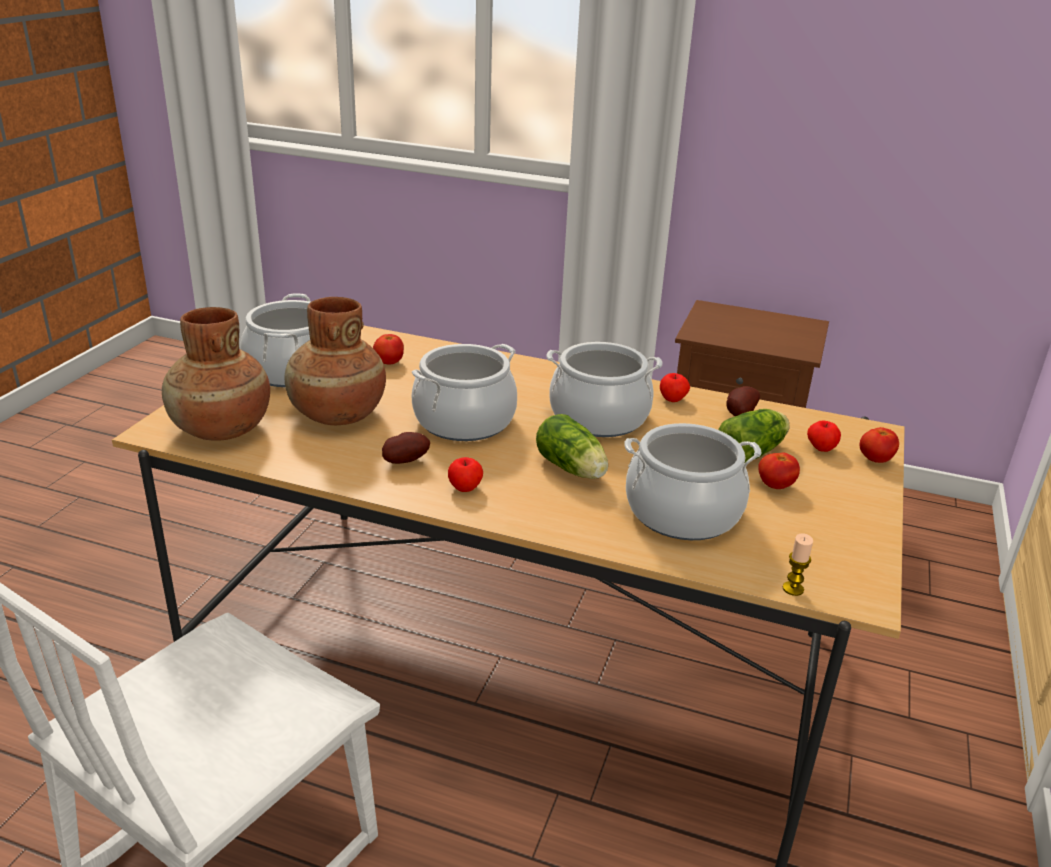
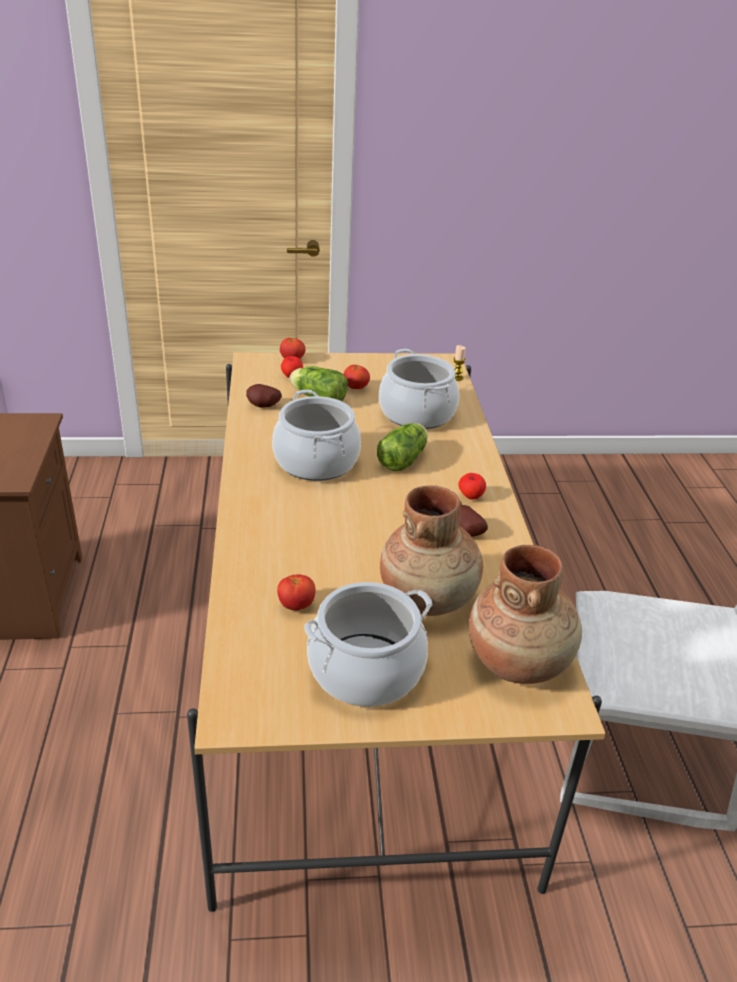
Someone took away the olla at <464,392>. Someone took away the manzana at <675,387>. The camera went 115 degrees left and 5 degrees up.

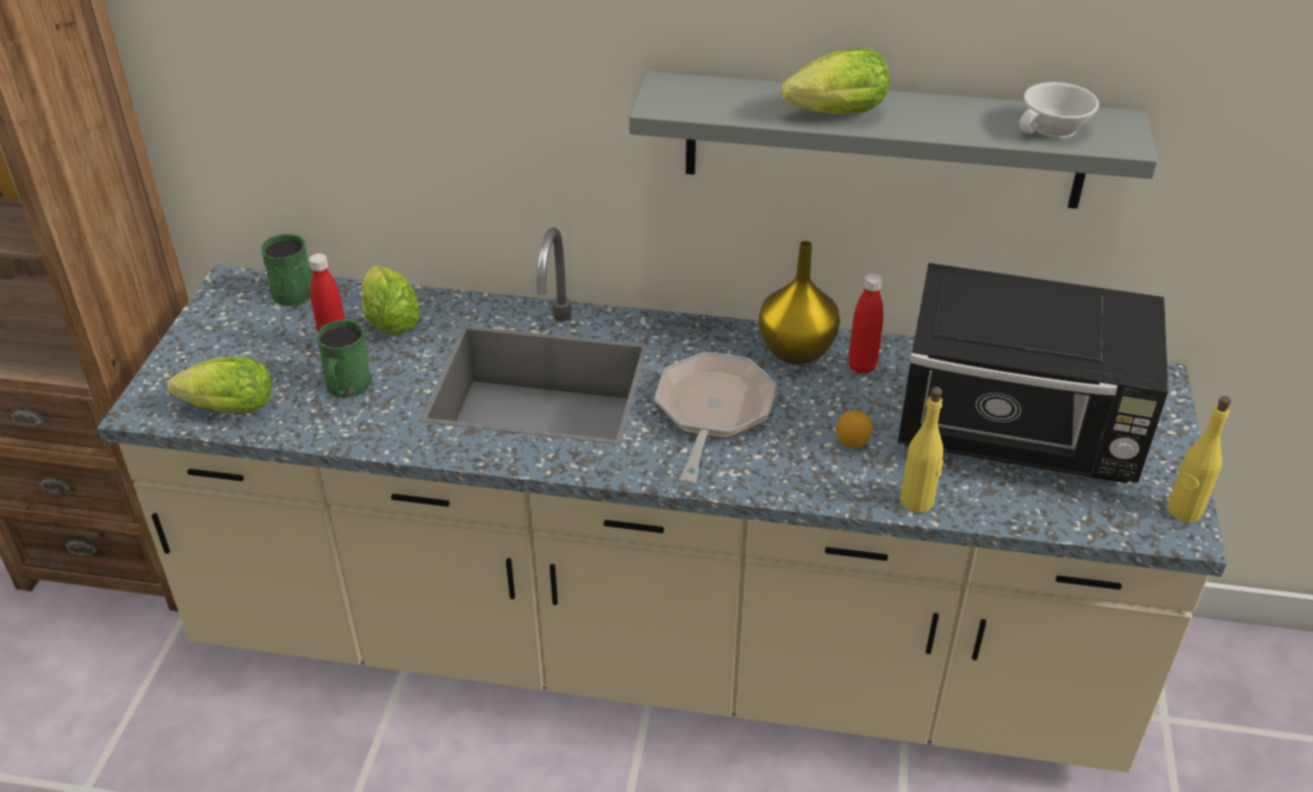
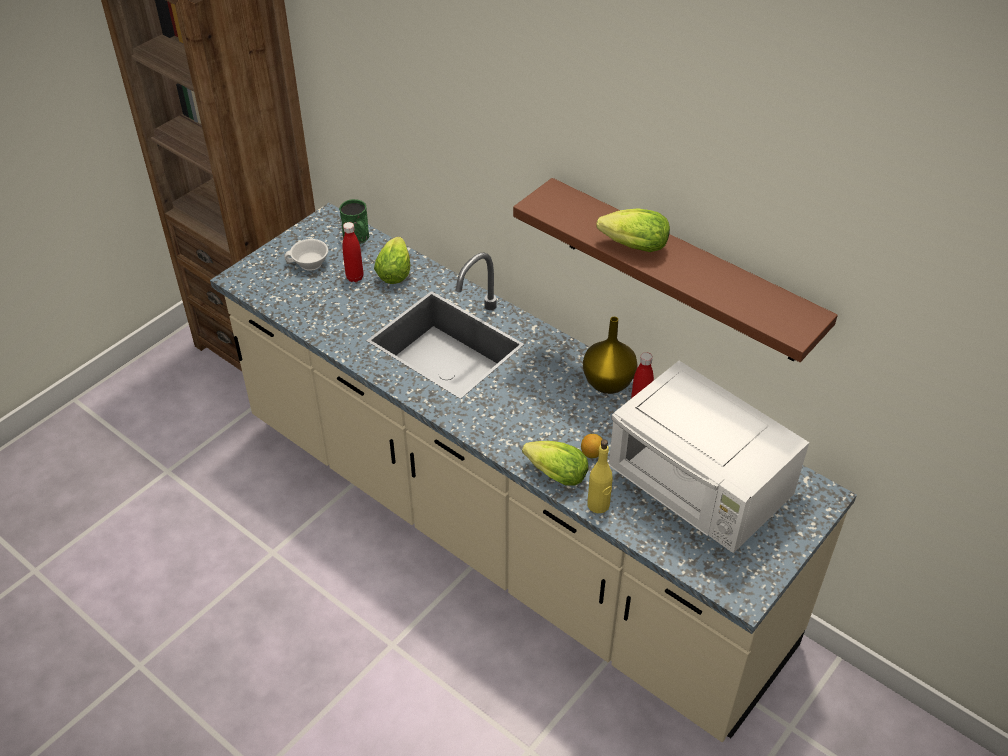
Someone carried the taza [blanco] from <1059,110> to <306,255>. Someone repainted the estante [gris] at <893,140>, which became the estante [marrón] at <675,270>. Someone carried the lechuga from <219,385> to <555,463>. Someone repainted the microondas [negro] at <1033,373>, which became the microondas [blanco] at <709,457>. Someone took away the taza grande [verde] at <344,359>. Someone took away the sartén at <715,418>. Someone took away the botella [amarillo] at <1199,459>. The camera went 30 degrees right and 5 degrees up.

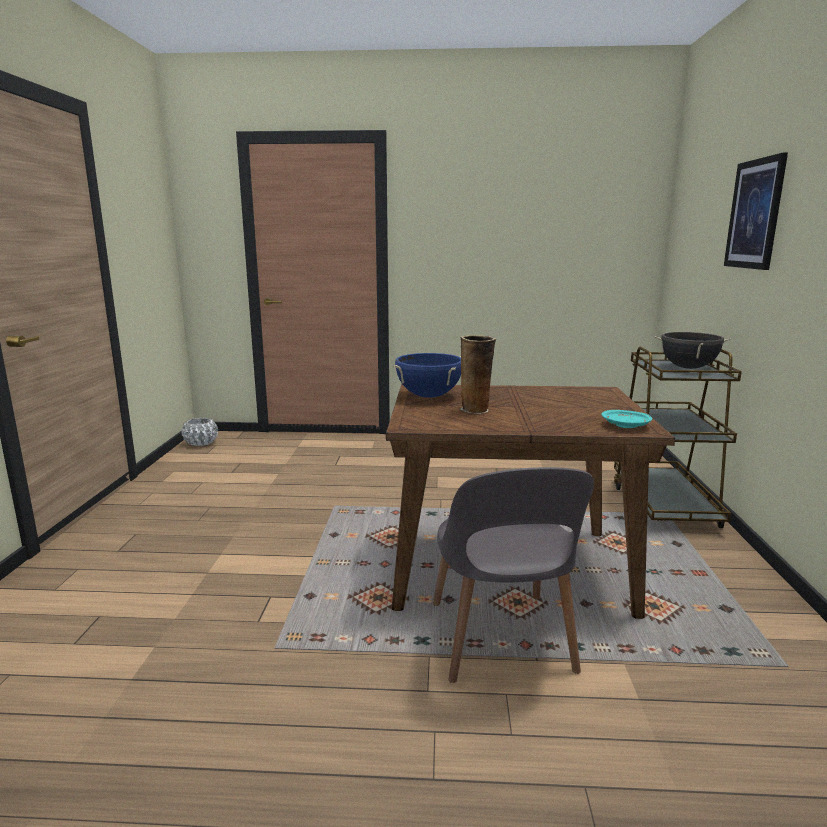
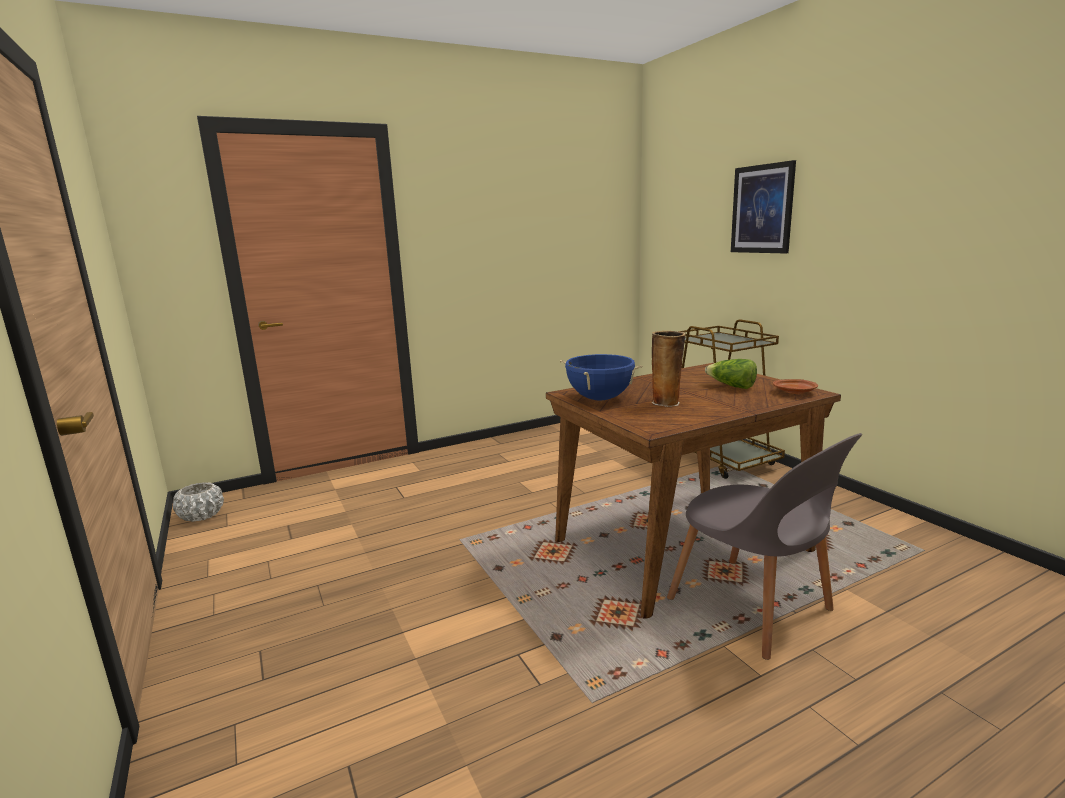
Someone put down the lechuga at <731,374>. Someone repainted the plato [turquesa] at <627,419>, which became the plato [marrón] at <795,386>. Someone took away the olla [negro] at <693,350>. The camera went 30 degrees left and 0 degrees up.

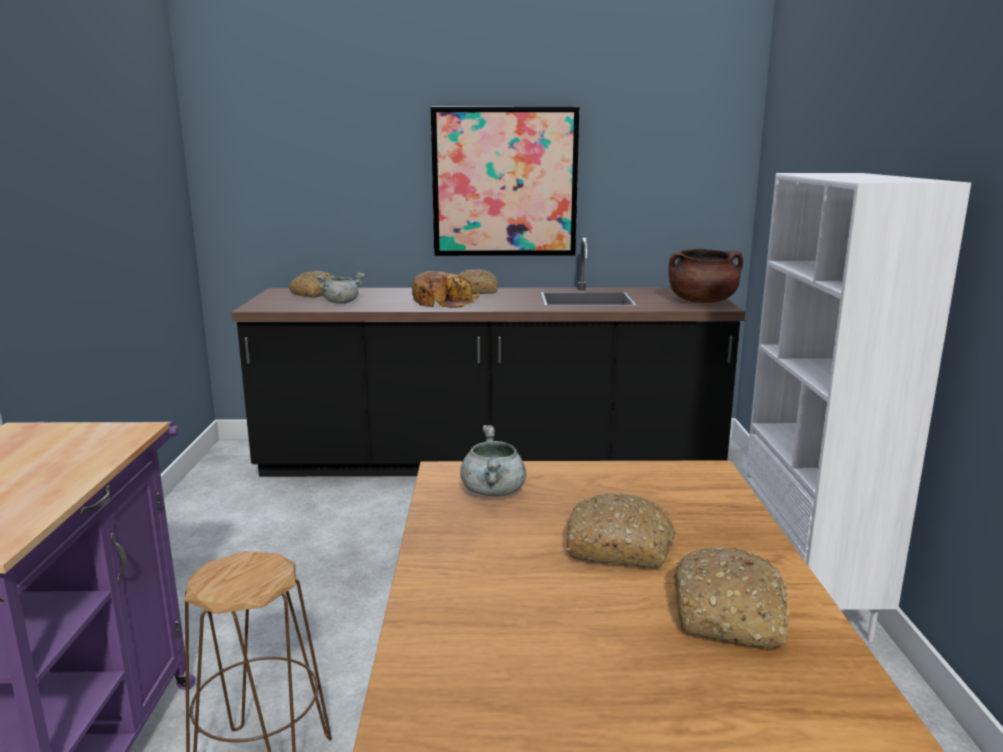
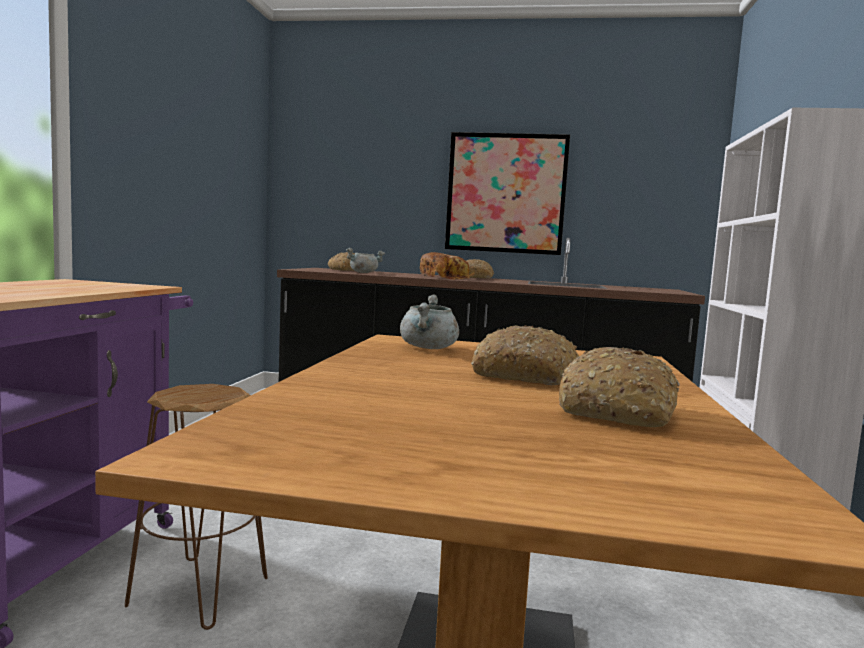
Someone took away the olla [marrón] at <706,276>. The camera went 10 degrees right and 10 degrees down.

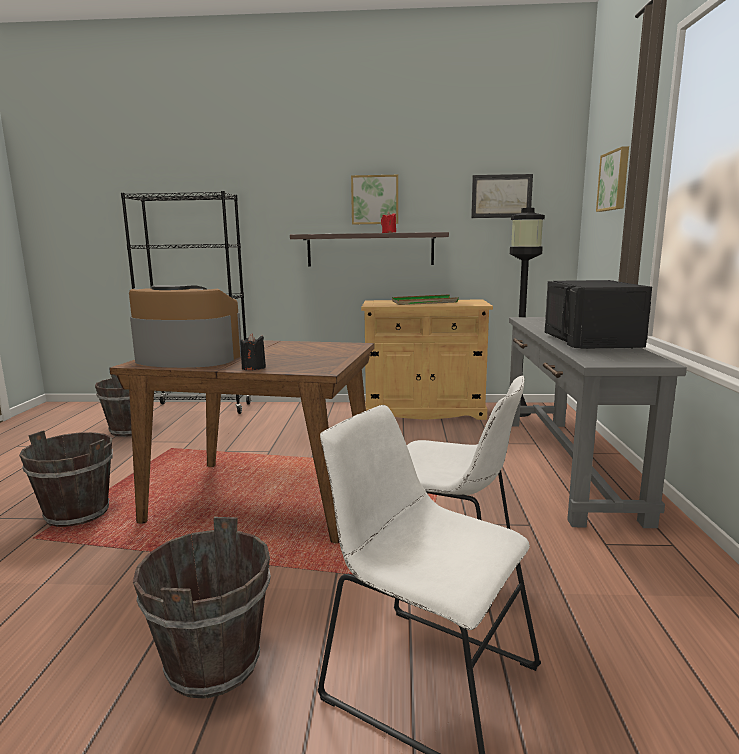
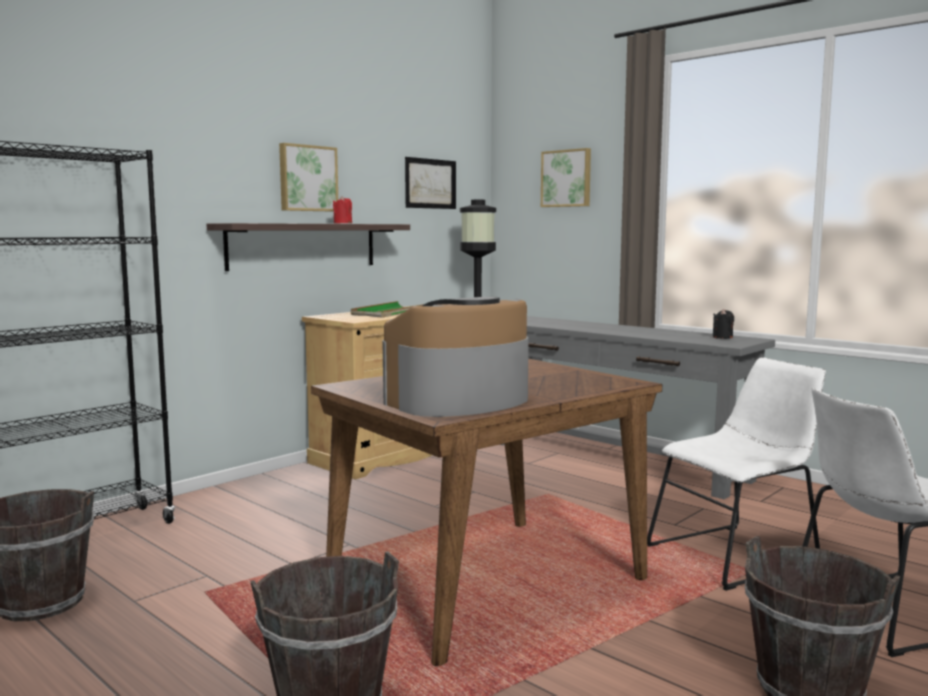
Someone carried the vela [negro] from <253,351> to <723,324>. Someone took away the microondas [negro] at <598,314>. The camera went 50 degrees left and 5 degrees down.

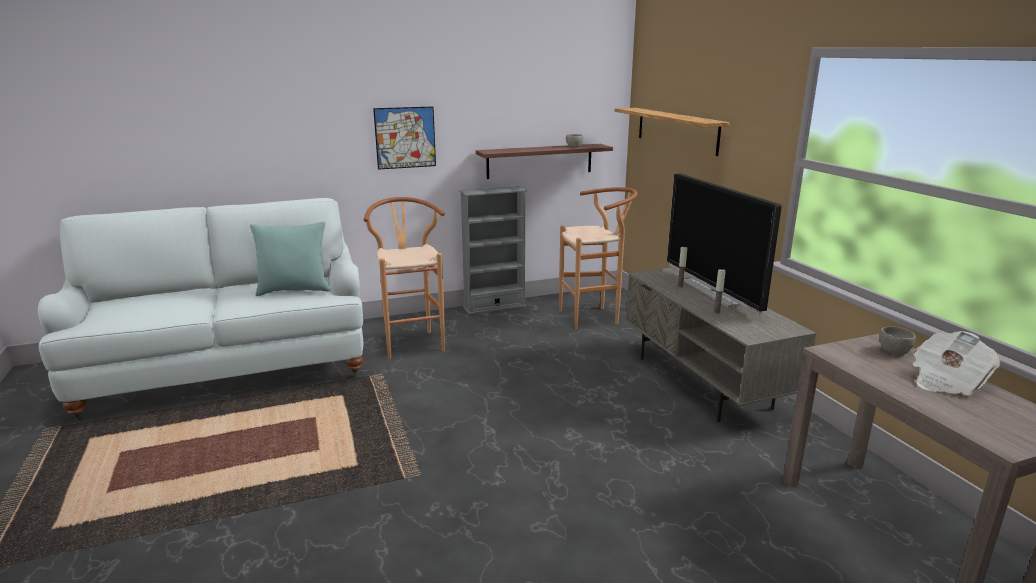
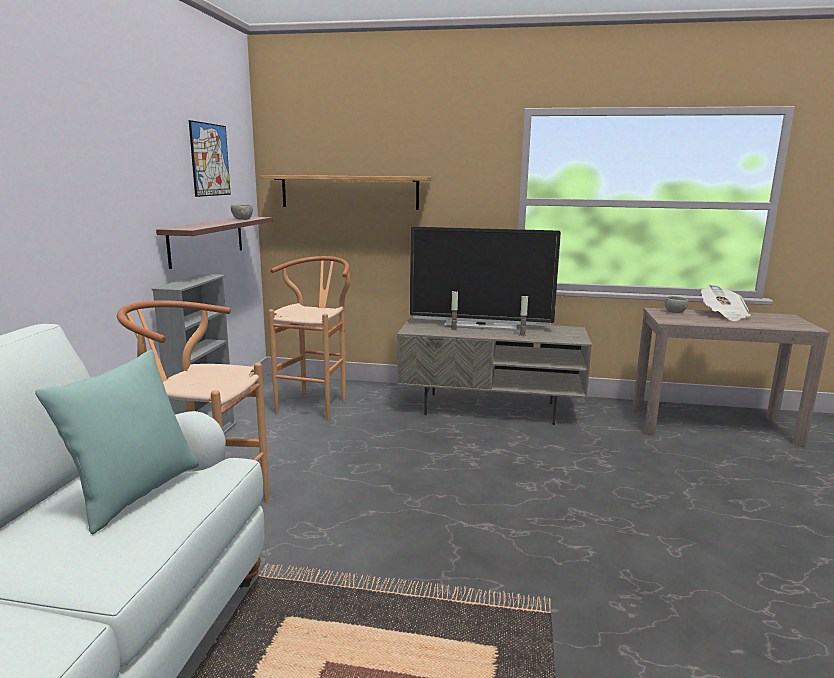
Someone carried the cuadro from <404,138> to <210,158>. The camera went 60 degrees left and 5 degrees down.

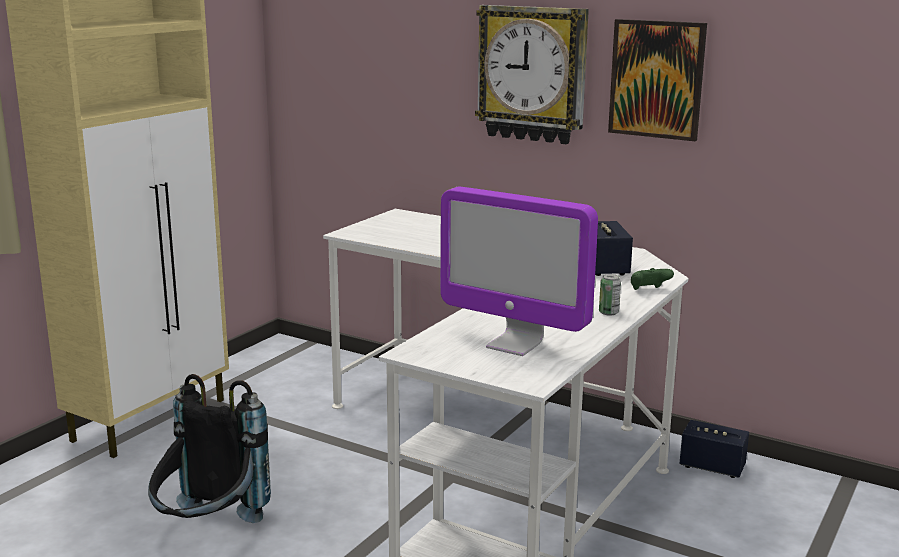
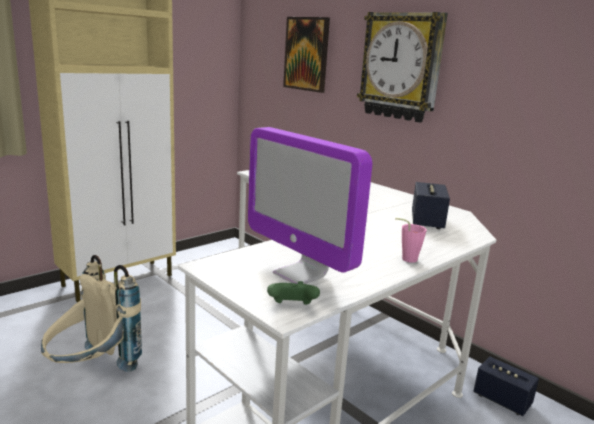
Someone repainted the mochila [negro] at <209,448>, which became the mochila [beis] at <91,313>. Someone carried the mando de consola [verde] from <652,279> to <293,293>. Someone carried the cuadro from <657,80> to <306,55>. Someone swapped the lata at <610,295> for the taza [rosa] at <411,240>. The camera went 15 degrees right and 0 degrees up.

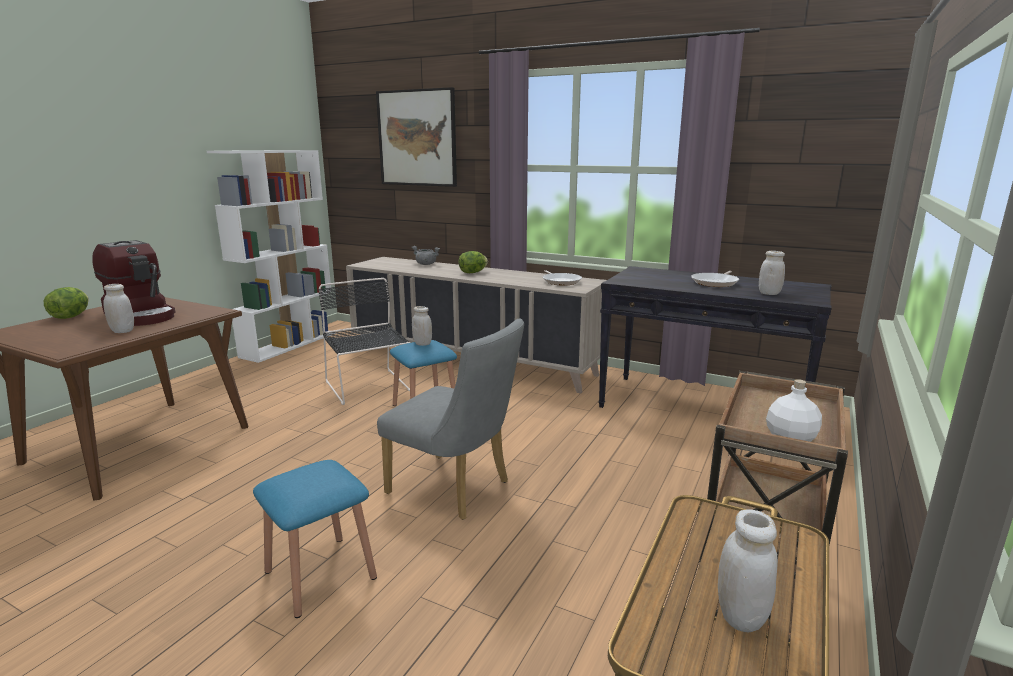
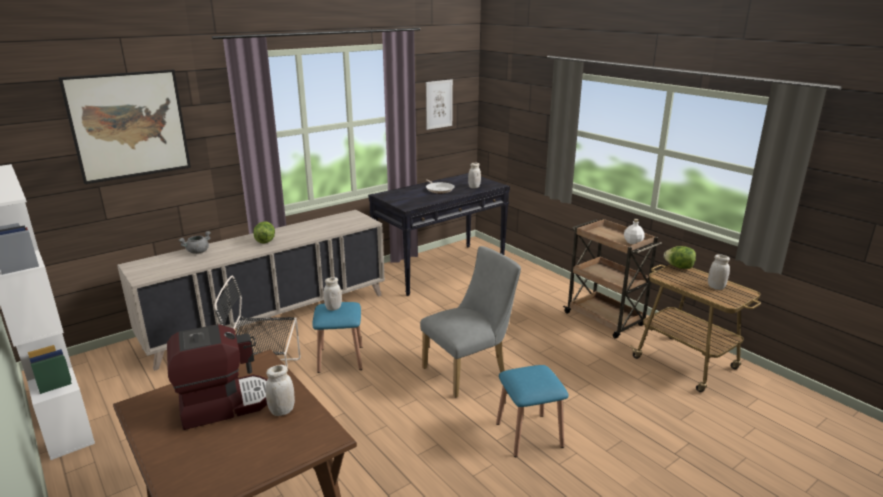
Someone put up the cuadro at <439,104>. Someone carried the lechuga from <66,303> to <680,257>. Someone took away the sartén at <562,277>. The camera went 65 degrees left and 5 degrees up.

